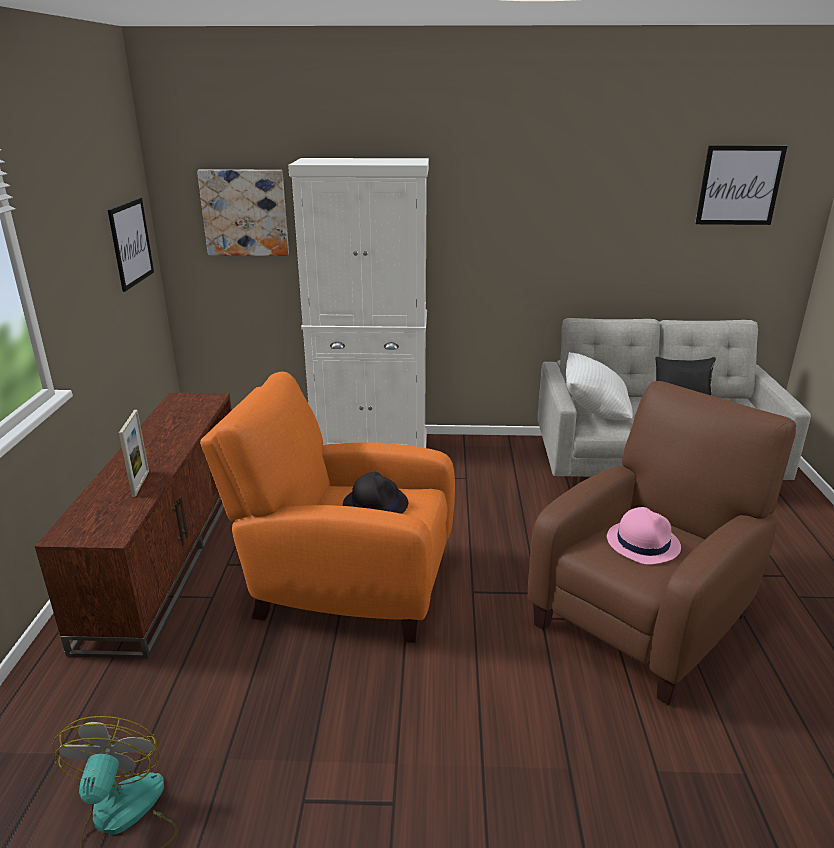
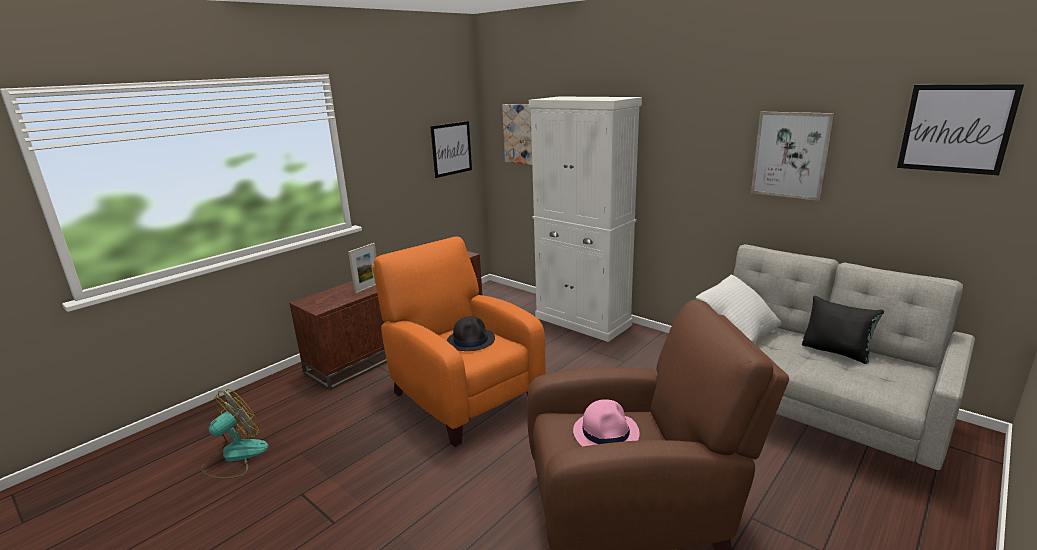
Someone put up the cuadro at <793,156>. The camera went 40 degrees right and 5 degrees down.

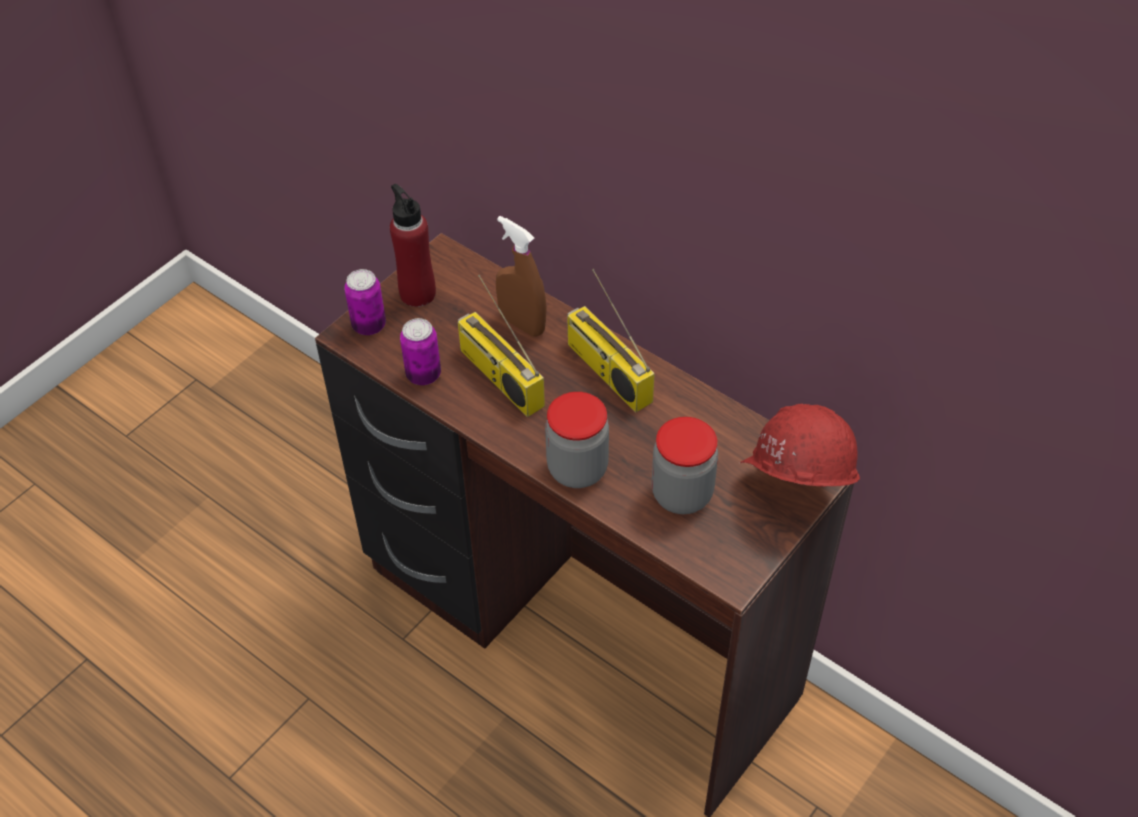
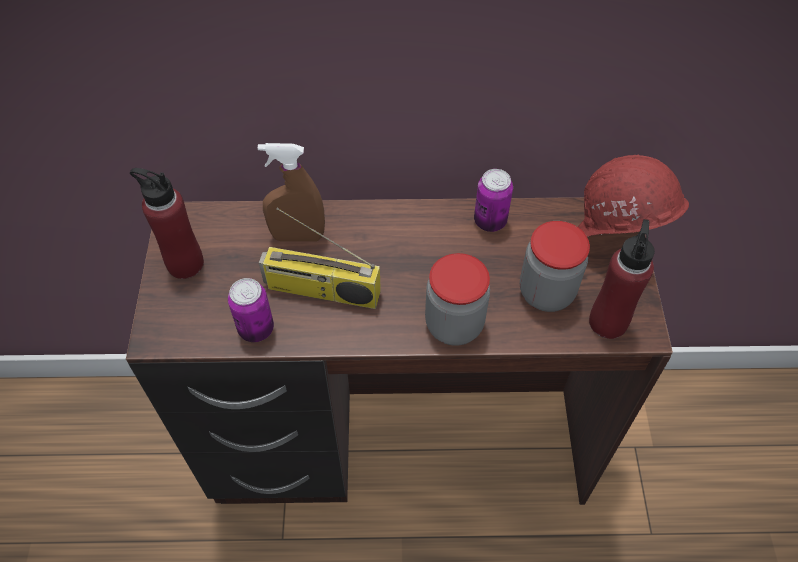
Someone carried the lata from <365,302> to <493,200>. Someone put down the botella [rojo] at <622,279>. Someone took away the radio at <611,340>. The camera went 40 degrees left and 5 degrees up.

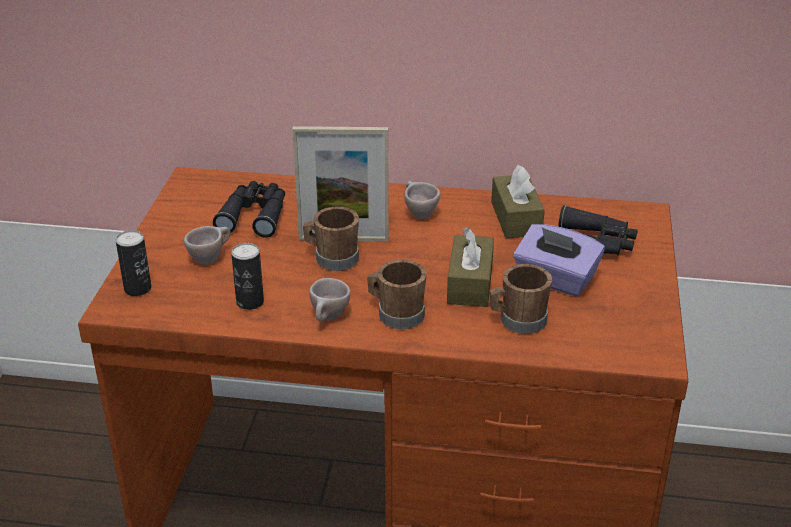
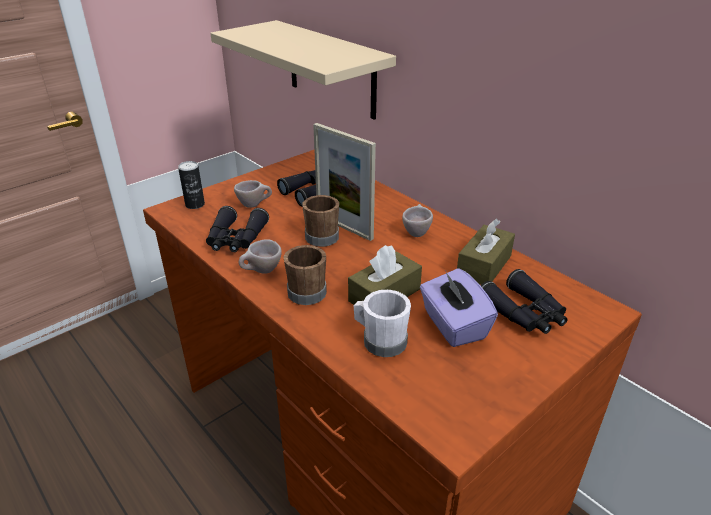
Someone swapped the lata at <247,276> for the prismáticos [negro] at <237,229>. Someone put up the estante [beis] at <303,70>. Someone repainted the taza grande [marrón] at <521,299>, which became the taza grande [blanco] at <382,323>. The camera went 40 degrees right and 0 degrees up.

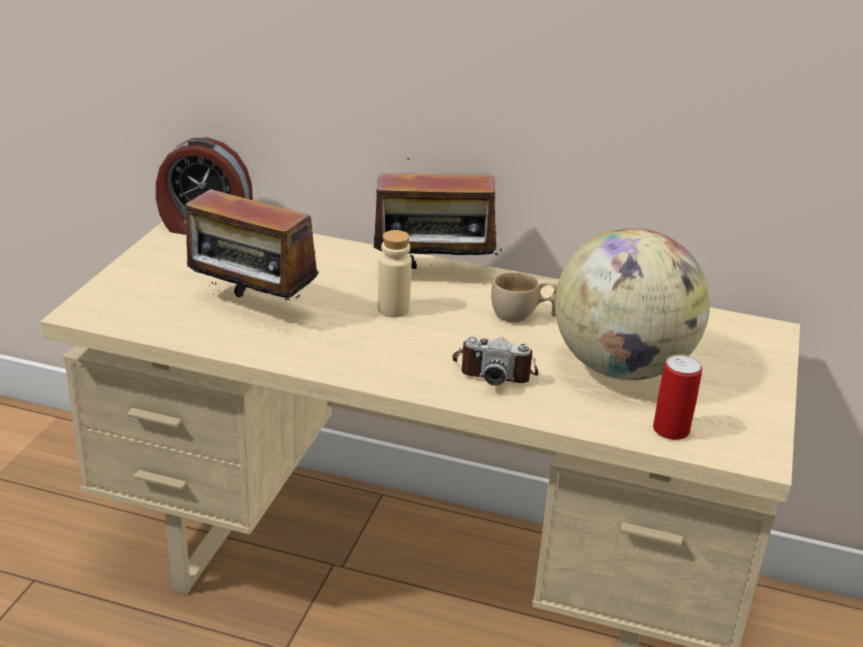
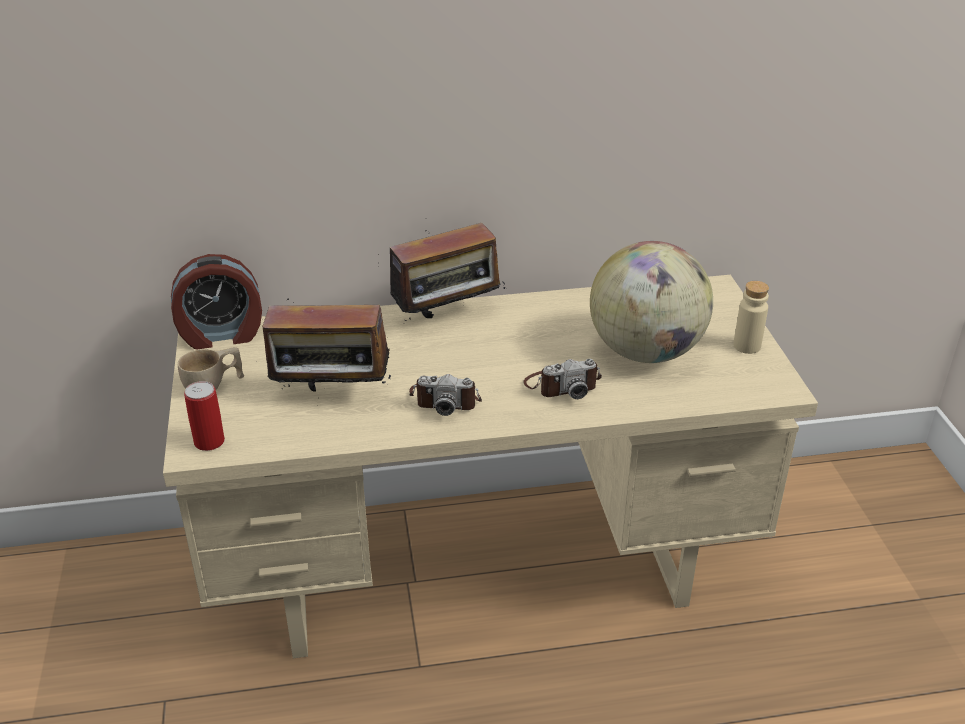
Someone carried the taza [beis] from <525,297> to <211,368>. Someone carried the lata from <677,397> to <204,416>. Someone put down the cámara at <445,395>. Someone carried the botella [beis] from <395,274> to <751,317>. The camera went 25 degrees left and 5 degrees up.

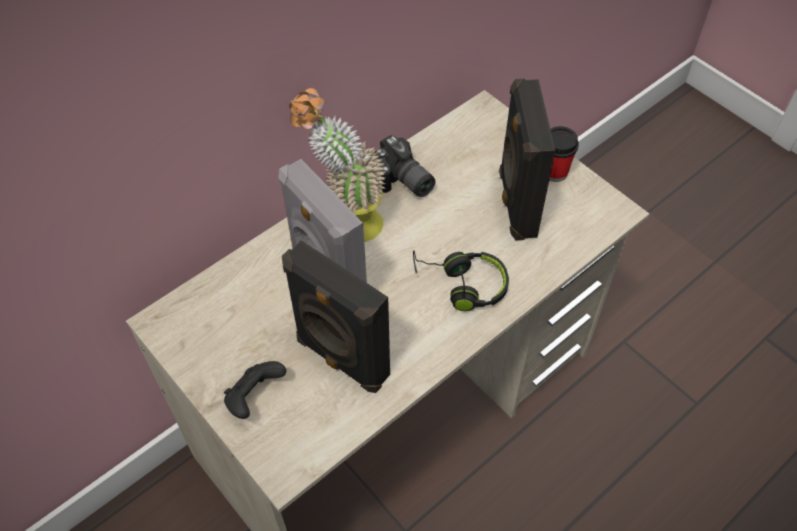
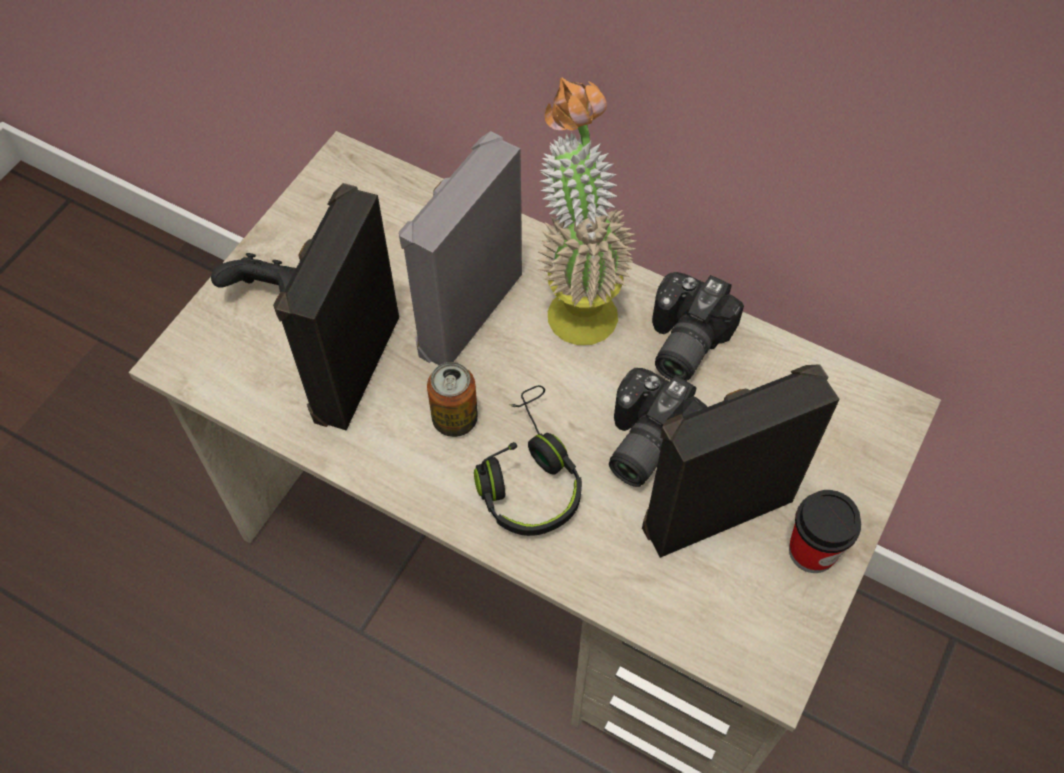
Someone put down the lata at <452,399>. Someone put down the cámara at <658,427>. The camera went 70 degrees right and 5 degrees up.

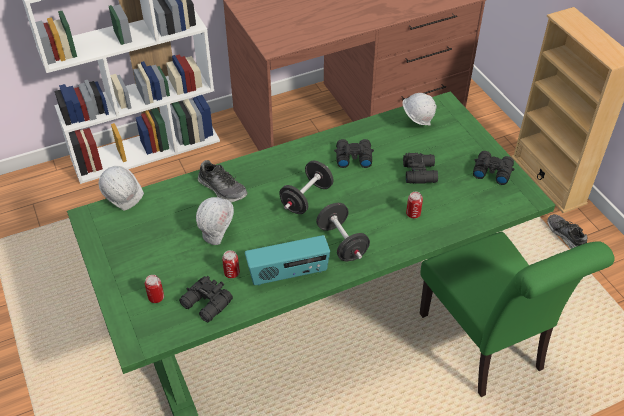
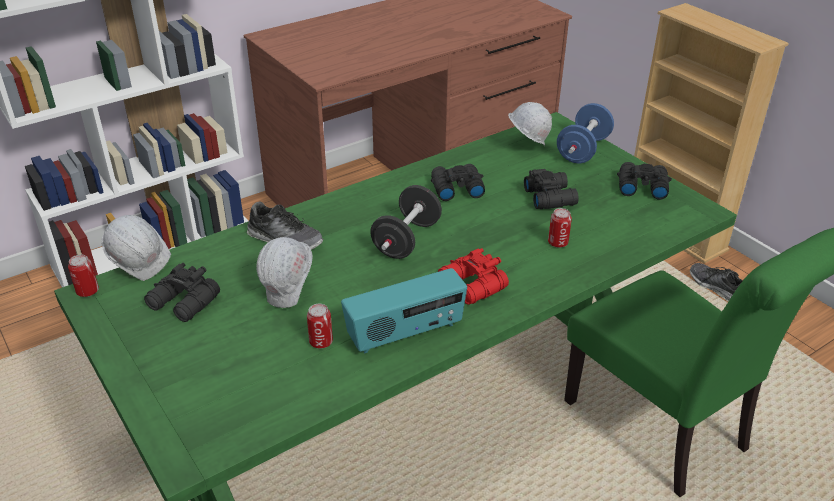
Someone carried the lata from <154,289> to <83,276>. Someone carried the prismáticos [negro] from <206,299> to <182,292>. Someone swapped the mancuerna [negro] at <343,232> for the prismáticos [rojo] at <473,276>. Someone put down the mancuerna [azul] at <585,133>. The camera went 10 degrees left and 10 degrees down.

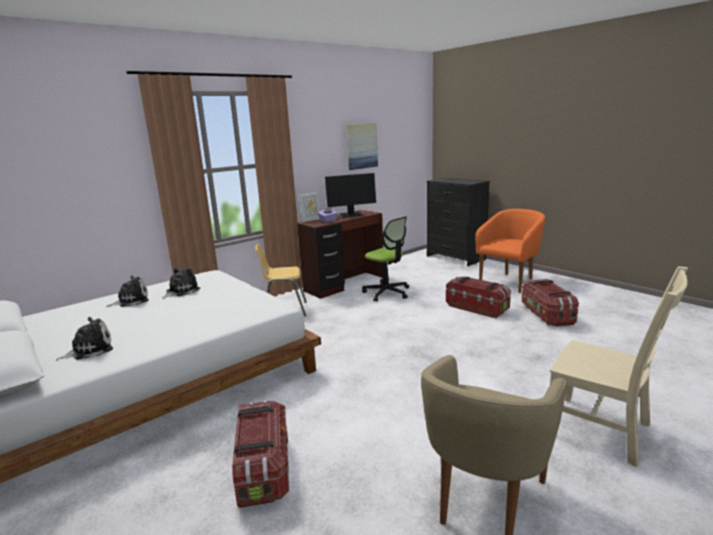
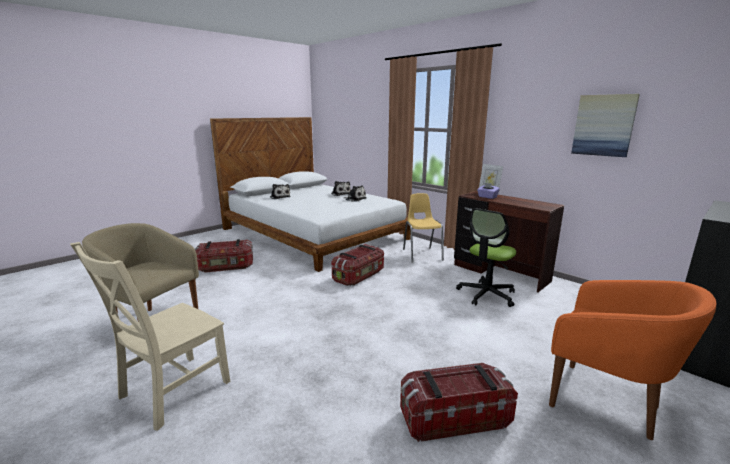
Someone carried the caja de almacenaje from <478,298> to <357,265>. Someone took away the monitor at <350,195>. The camera went 85 degrees right and 0 degrees up.

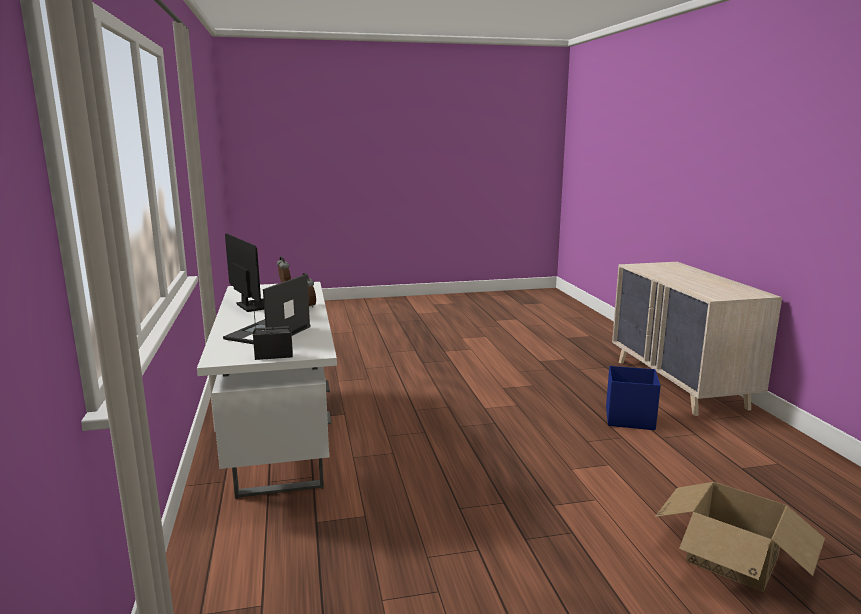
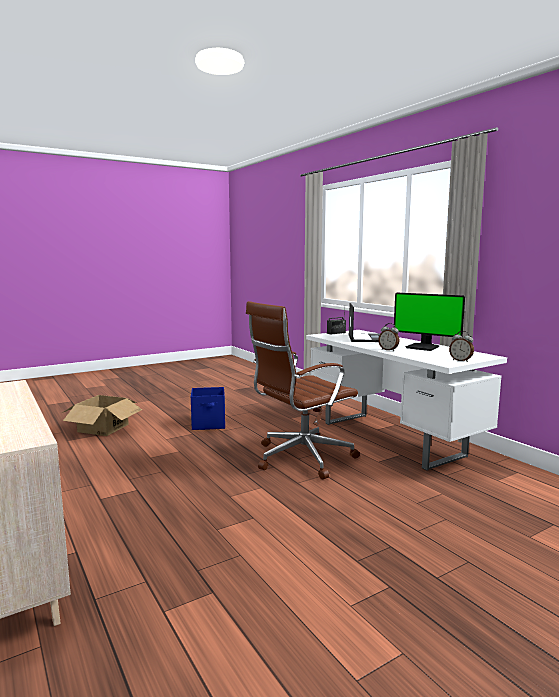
Someone carried the caja de almacenaje [azul] from <633,398> to <208,408>. Someone put down the silla de oficina [marrón] at <303,390>. The camera went 160 degrees right and 5 degrees down.

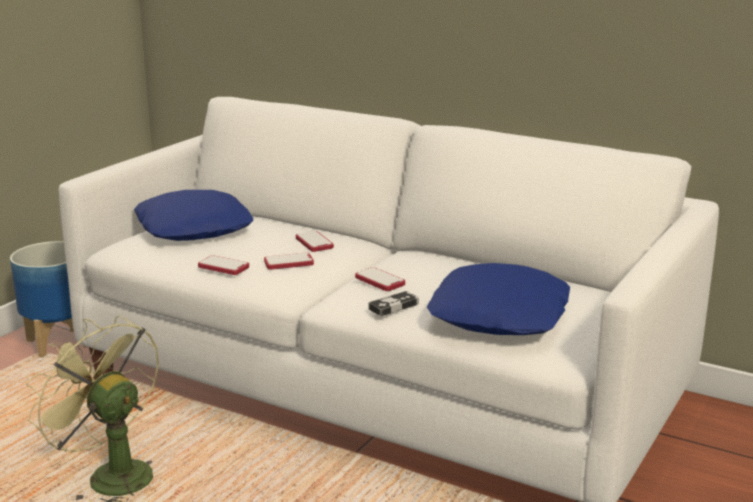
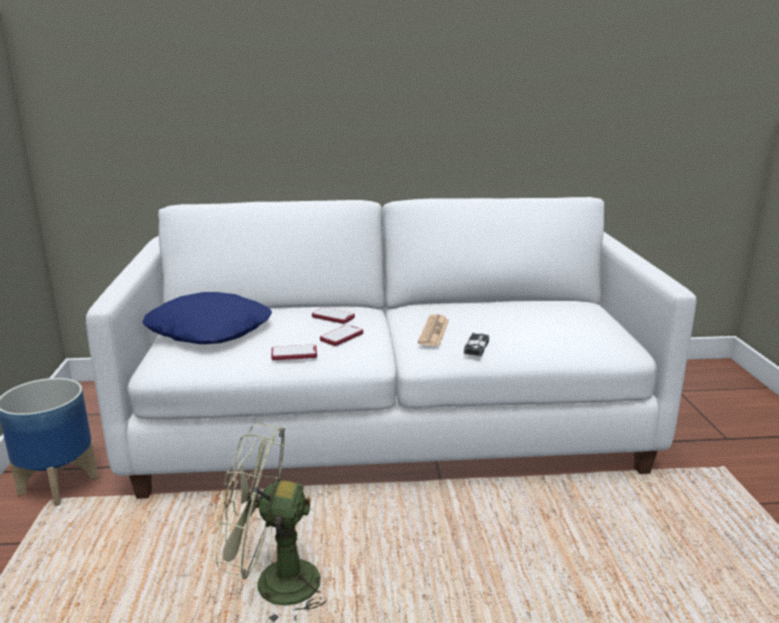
Someone swapped the móvil at <380,279> for the periódico at <433,330>. Someone took away the cojín [azul] at <498,299>. The camera went 35 degrees left and 0 degrees up.

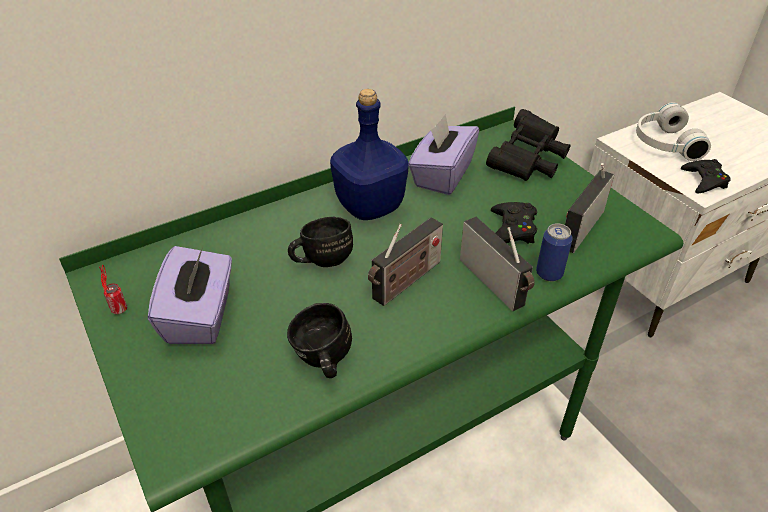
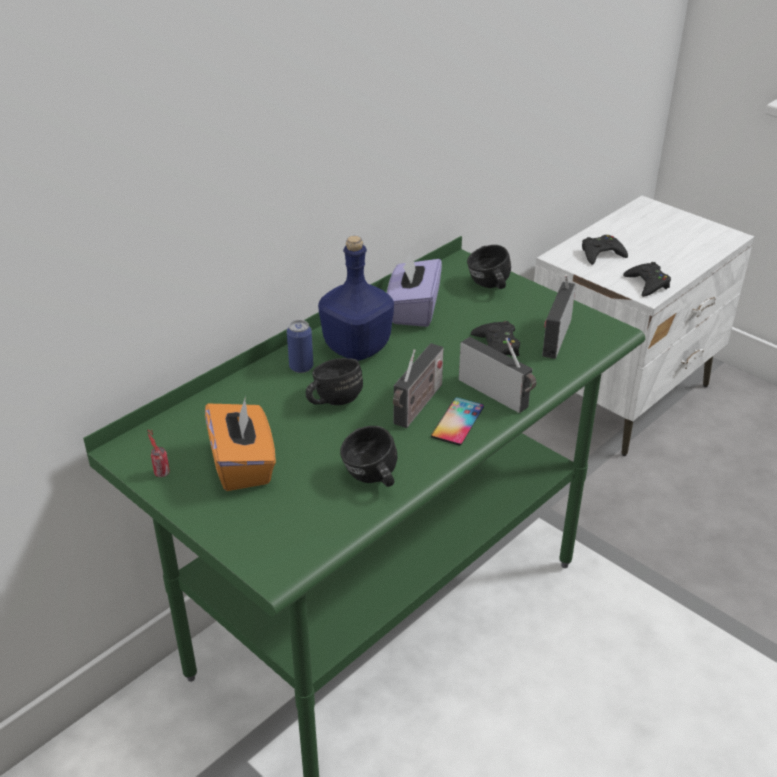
Someone repainted the caja de pañuelos [morado] at <190,295>, which became the caja de pañuelos [naranja] at <240,443>. Someone carried the lata from <554,252> to <300,346>. Someone put down the móvil at <457,421>. Someone swapped the prismáticos [negro] at <528,145> for the taza grande [negro] at <489,267>. Someone swapped the auriculares [blanco] at <673,131> for the mando de consola [negro] at <605,250>. The camera went 15 degrees left and 5 degrees down.

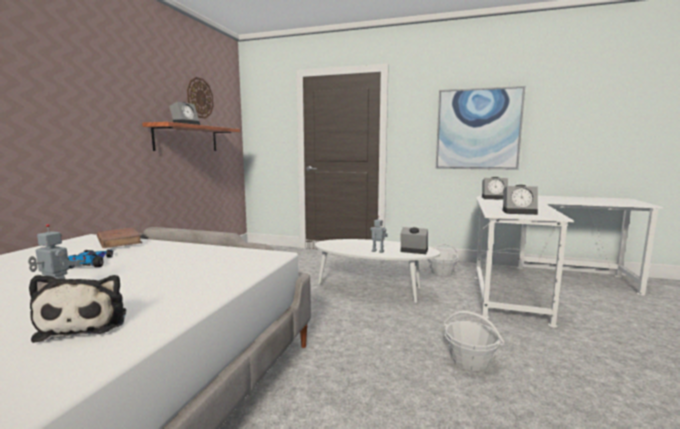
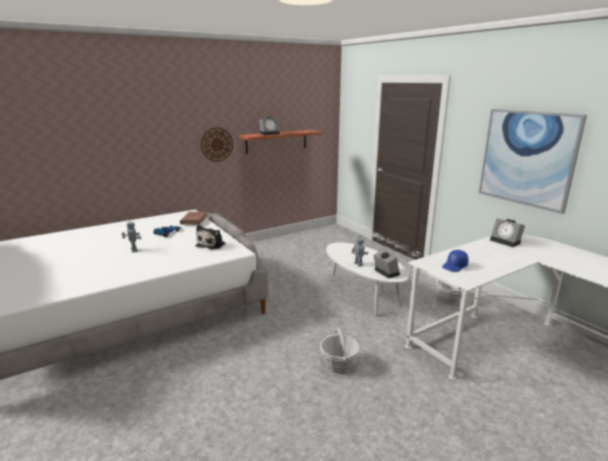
Someone carried the peluche from <77,309> to <210,237>. Someone carried the reloj de pared from <200,98> to <217,144>. Someone swapped the despertador at <520,200> for the gorra [azul] at <455,261>. The camera went 40 degrees right and 10 degrees up.

